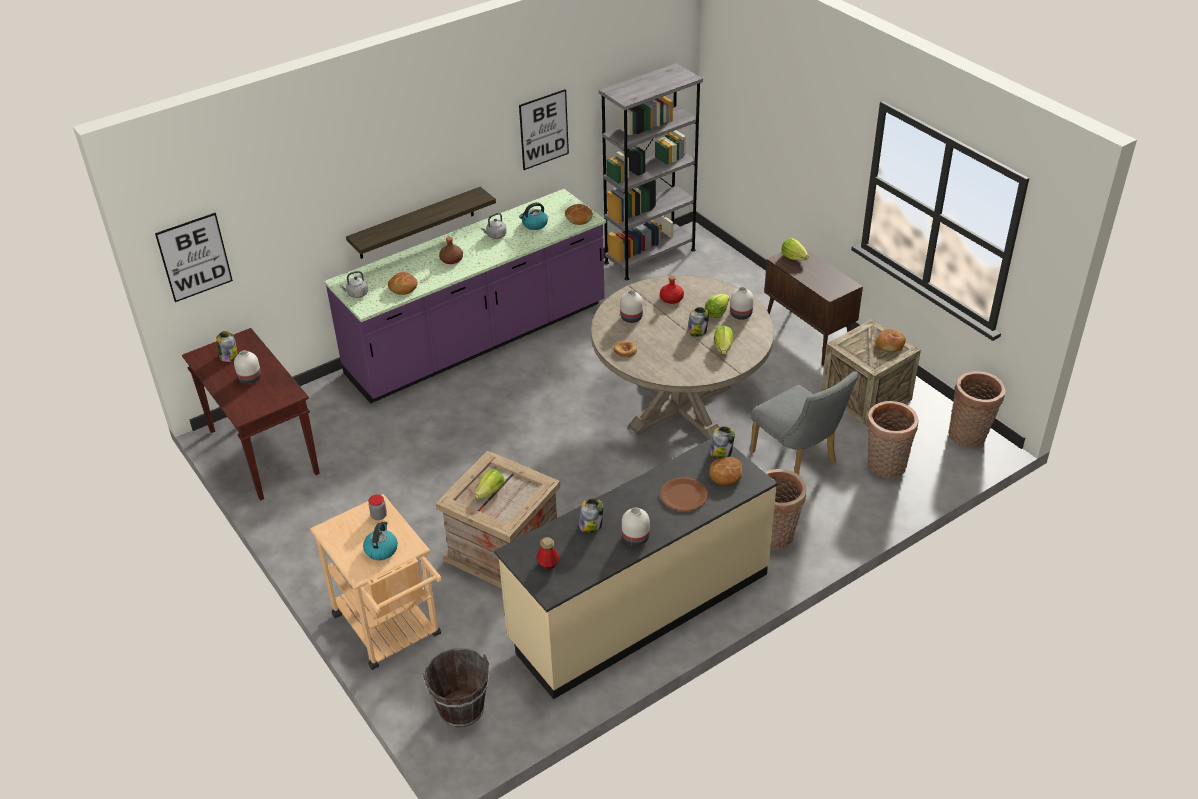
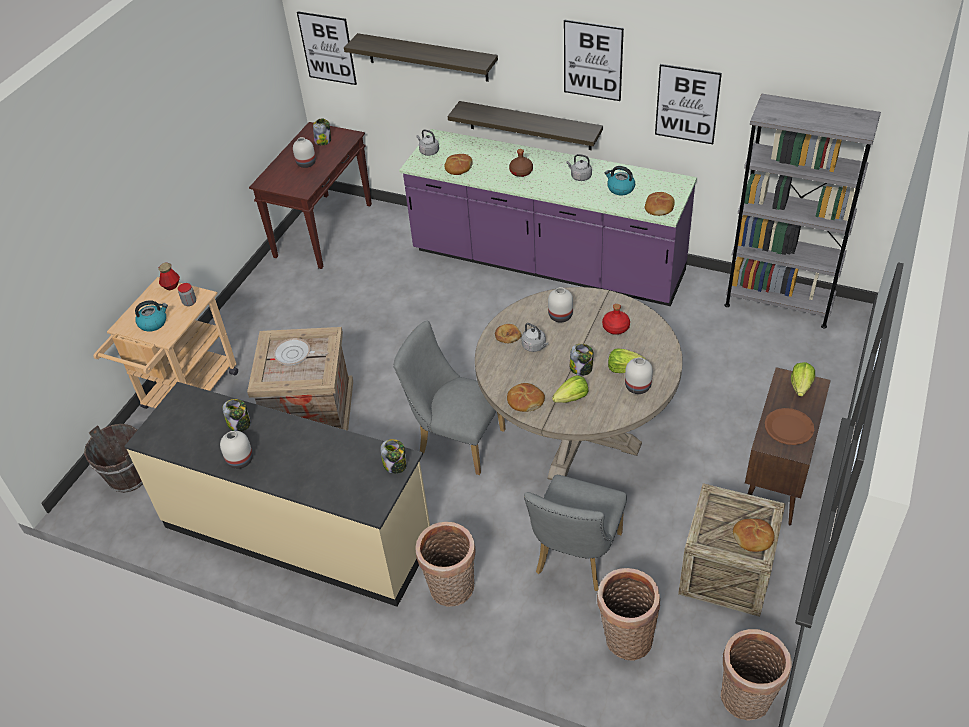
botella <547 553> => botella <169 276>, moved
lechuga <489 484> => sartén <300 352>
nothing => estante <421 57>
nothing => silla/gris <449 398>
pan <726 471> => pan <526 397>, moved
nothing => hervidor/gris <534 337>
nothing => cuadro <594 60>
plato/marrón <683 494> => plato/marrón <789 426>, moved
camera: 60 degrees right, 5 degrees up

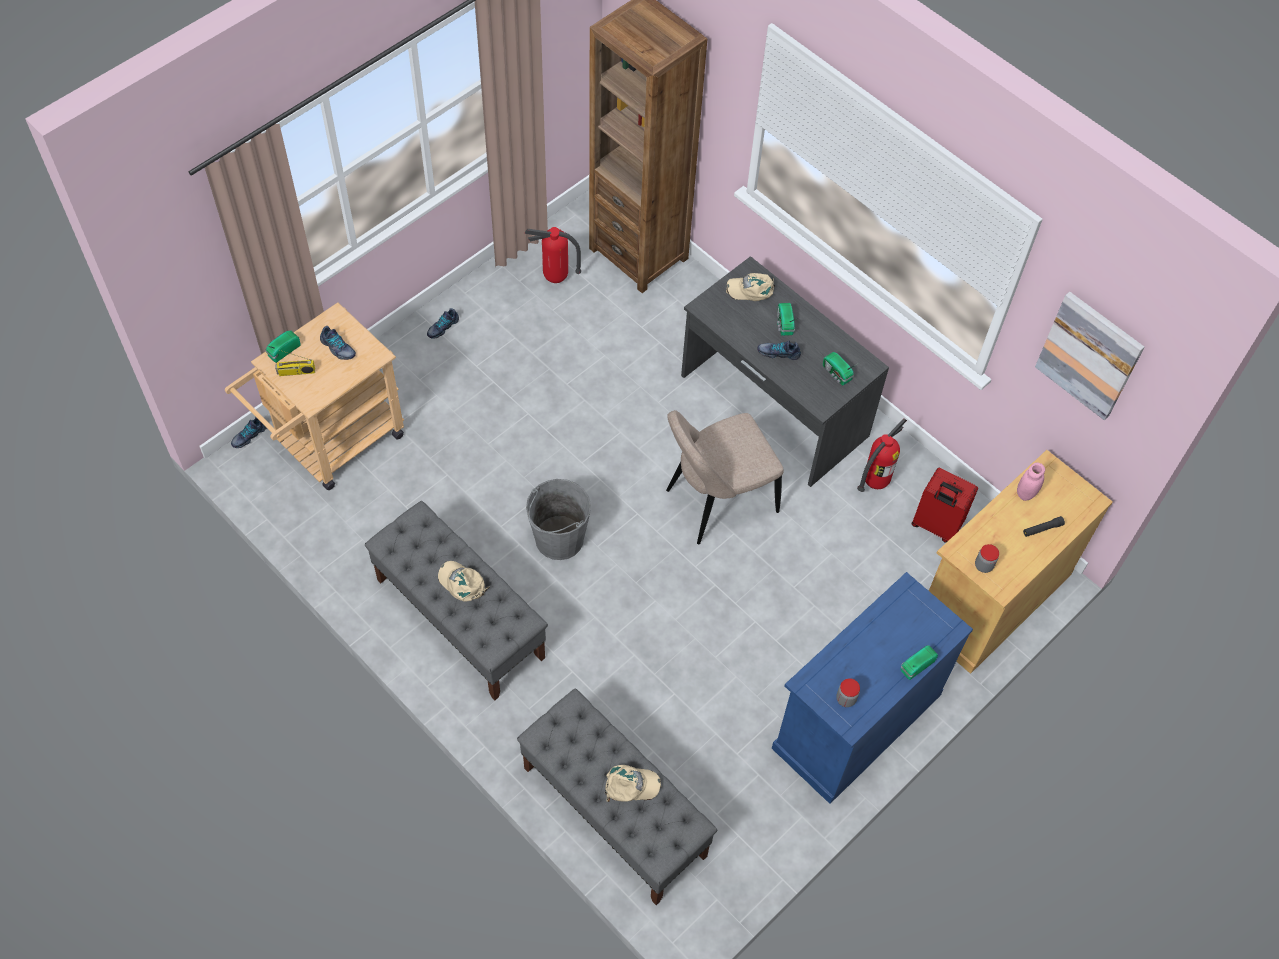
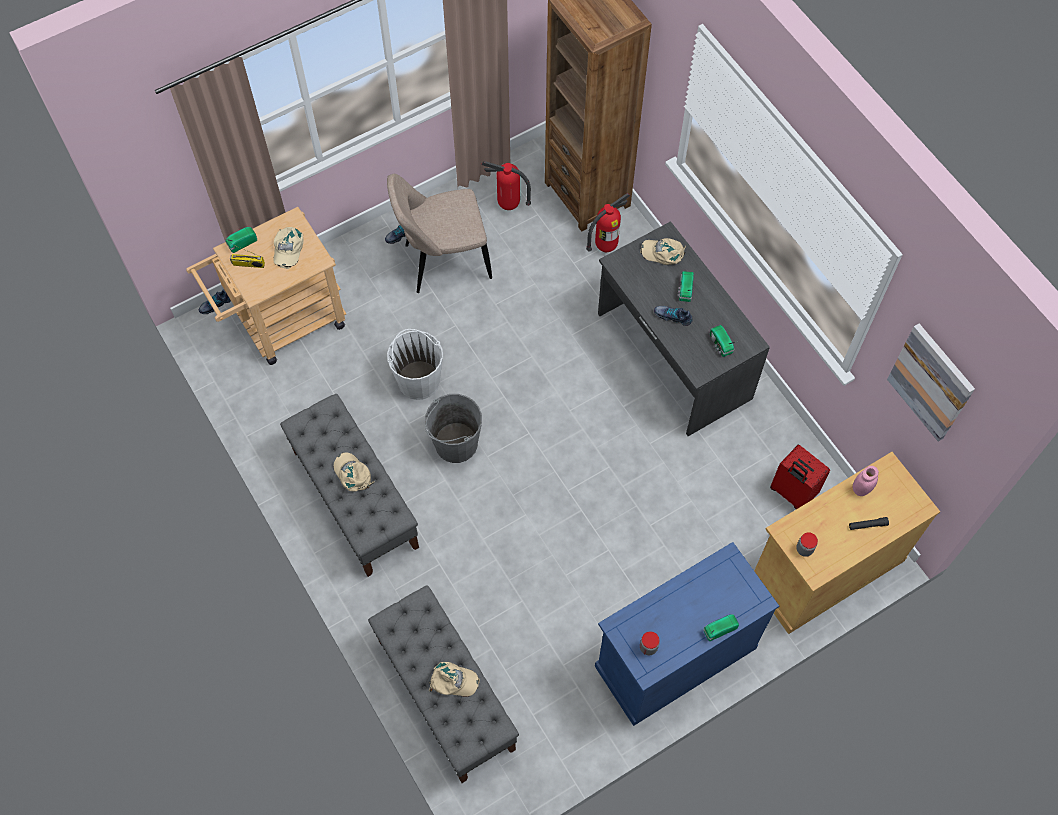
zapato <338 343> => gorra/beis <288 248>
silla/beis <725 477> => silla/beis <439 233>, moved
nothing => cubo/blanco <415 364>
extintor <882 455> => extintor <608 222>, moved
camera: 15 degrees right, 5 degrees up

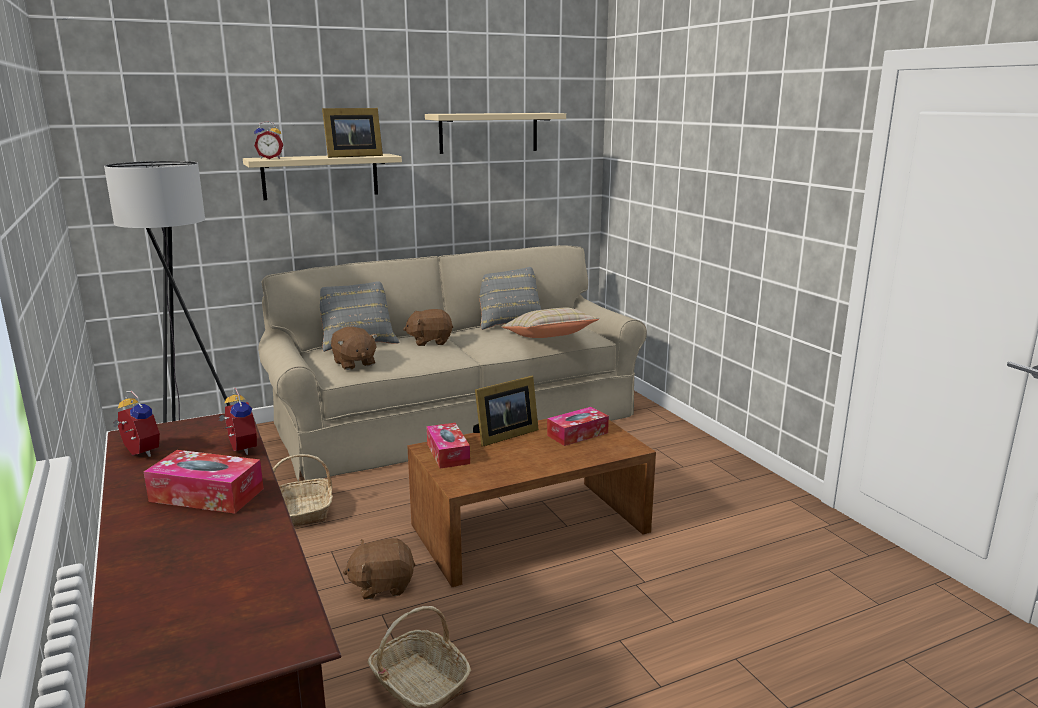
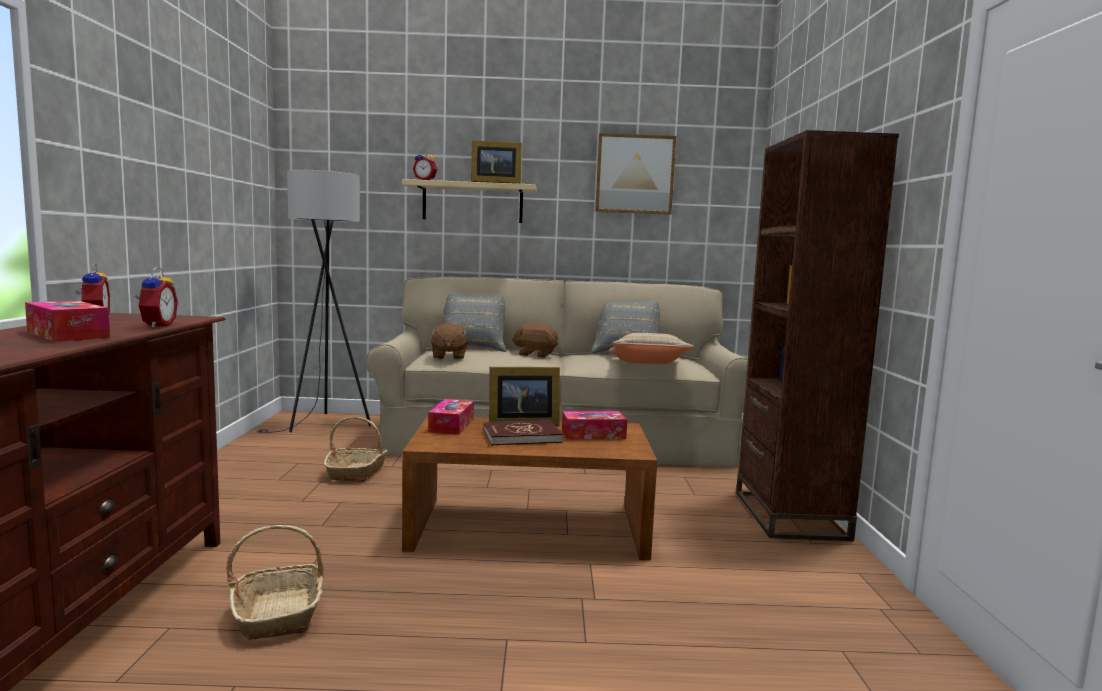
nothing => libro/rojo <523 432>
estante/beis <495 133> => cuadro <635 174>
nothing => estantería/marrón <817 335>
peluche/marrón <379 568> => nothing
camera: 25 degrees right, 10 degrees down

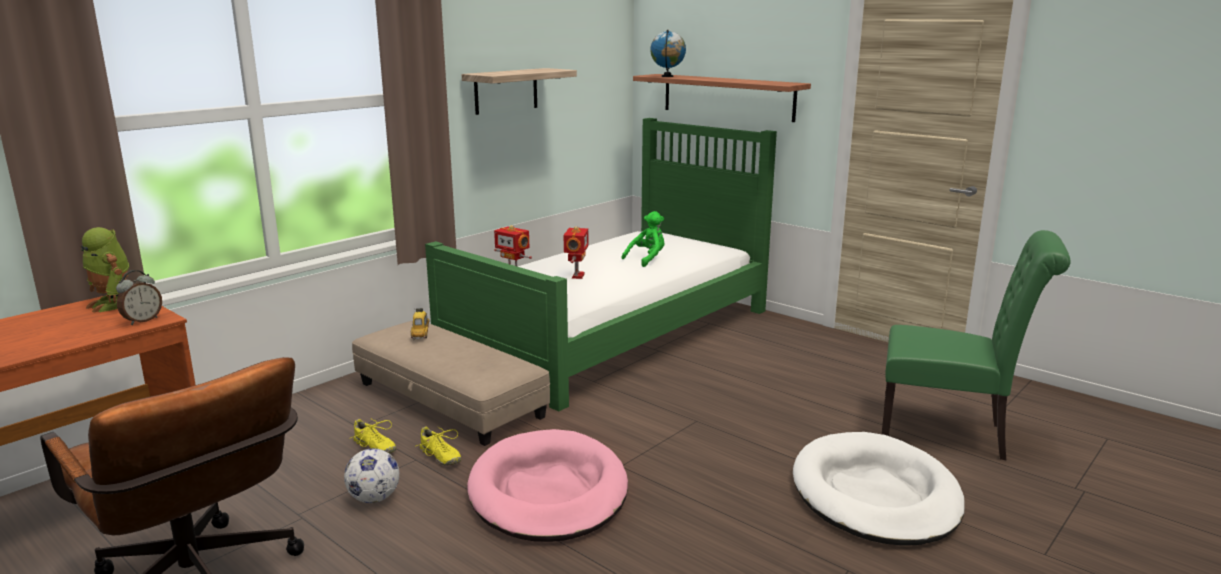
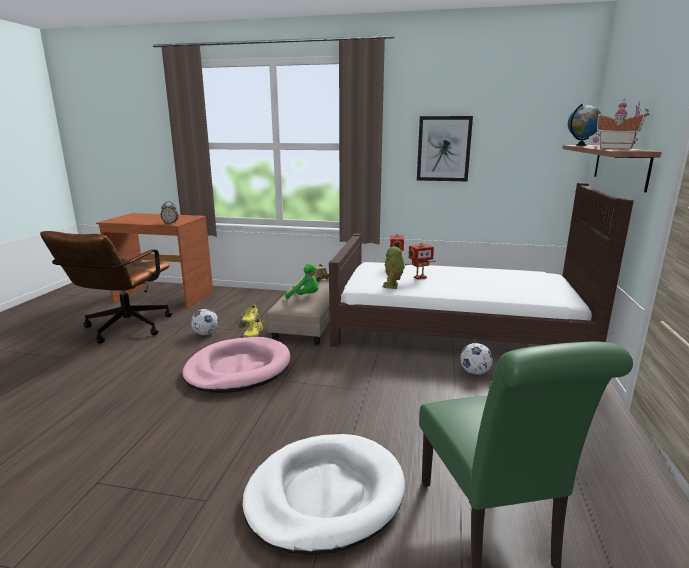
peluche/verde <643 239> => peluche/verde <301 281>, moved
cama/verde <601 264> => cama/marrón <481 265>
robot de juguete <105 270> => robot de juguete <393 267>, moved
estante <519 91> => cuadro <445 149>
nothing => balón de fútbol <476 359>
nothing => casita <621 124>
camera: 60 degrees right, 0 degrees up

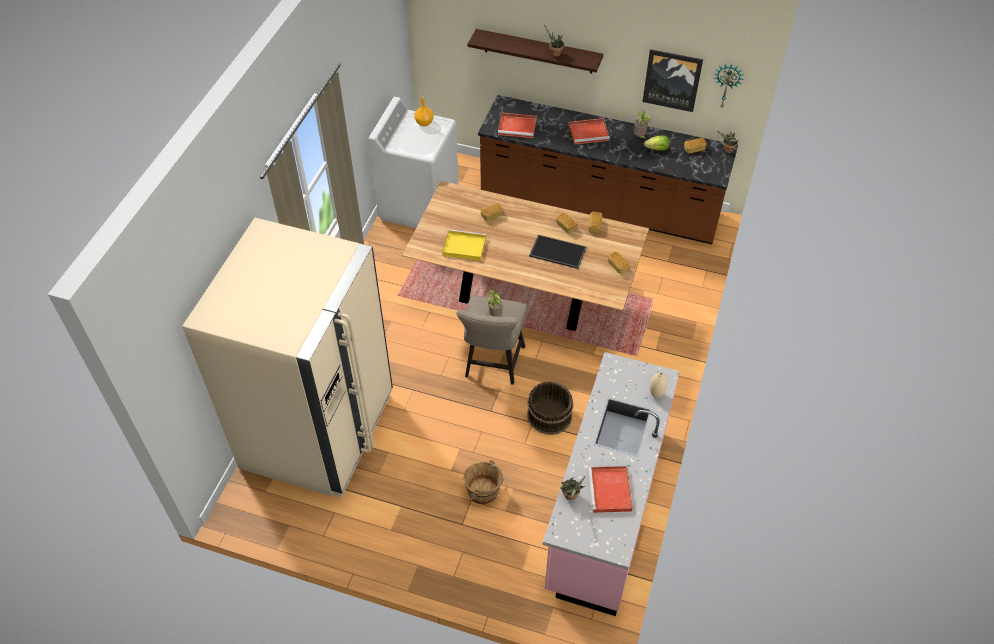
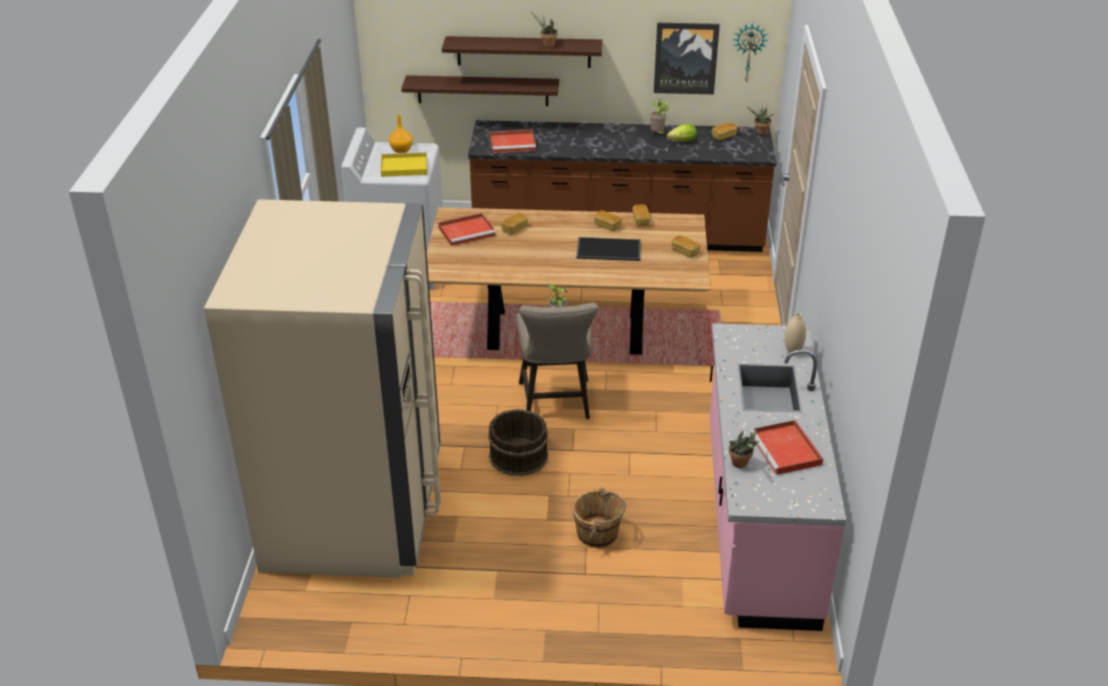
bandeja/amarillo <464 245> => bandeja/amarillo <404 164>, moved
nothing => estante <480 90>
bandeja/rojo <589 131> => bandeja/rojo <467 229>, moved
cubo/marrón <550 408> => cubo/marrón <518 442>, moved
camera: 15 degrees left, 15 degrees down

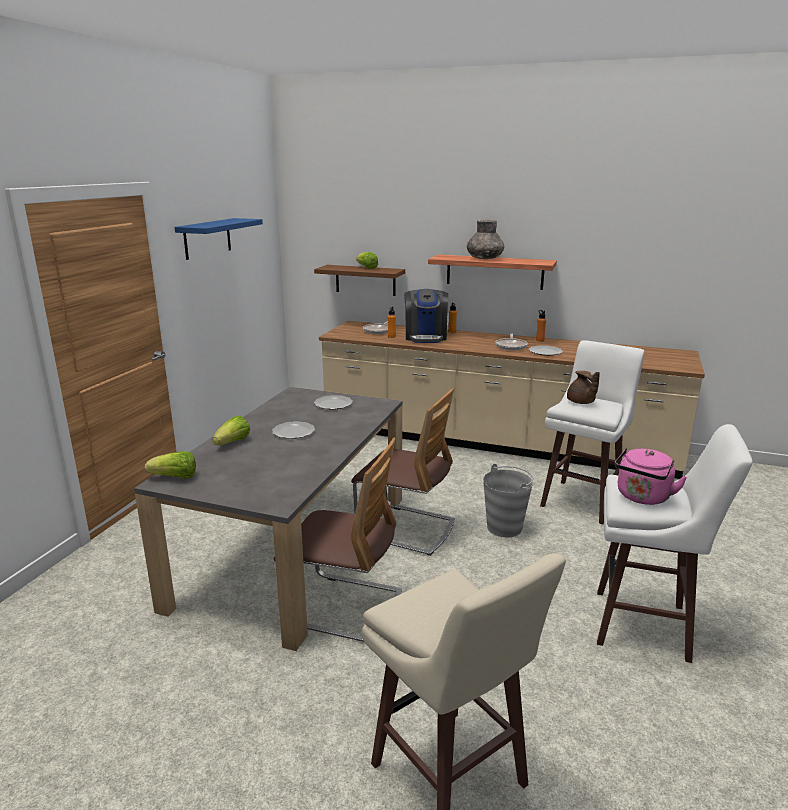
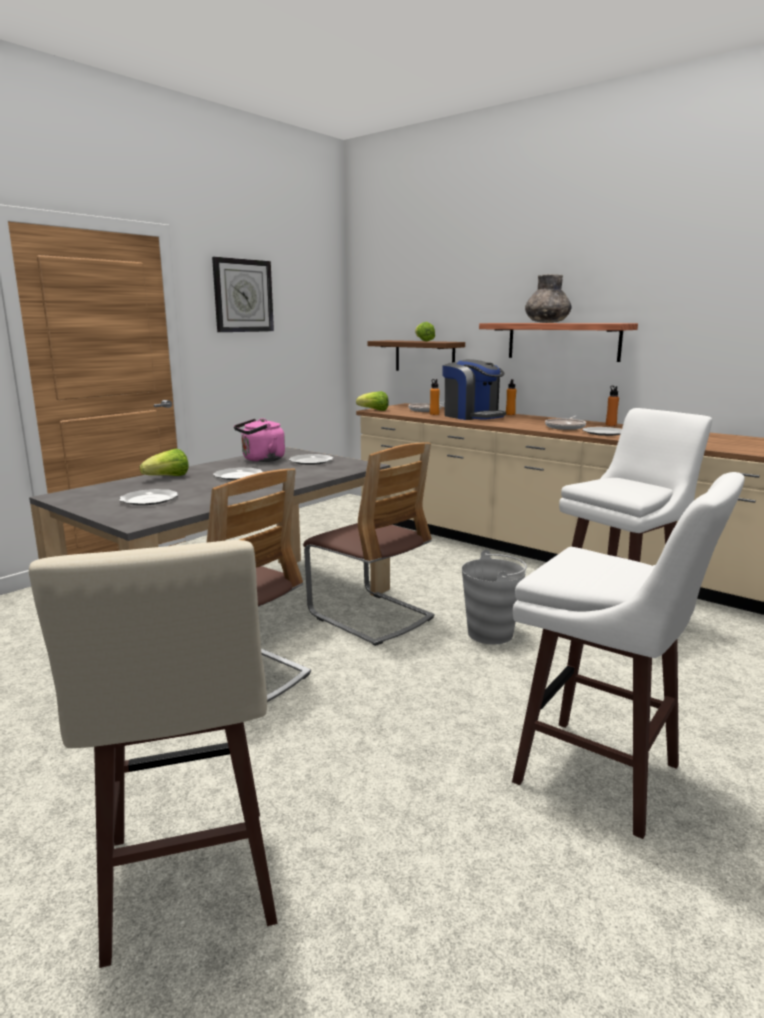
nothing => plato <149 497>
estante/azul <219 239> => reloj de pared <243 294>
hervidor/rosa <651 476> => hervidor/rosa <259 440>, moved
lechuga <170 465> => lechuga <372 401>, moved
cafetera <426 316> => cafetera <474 389>, 60 degrees counterclockwise
tetera/marrón <583 387> => nothing
camera: 20 degrees right, 5 degrees down

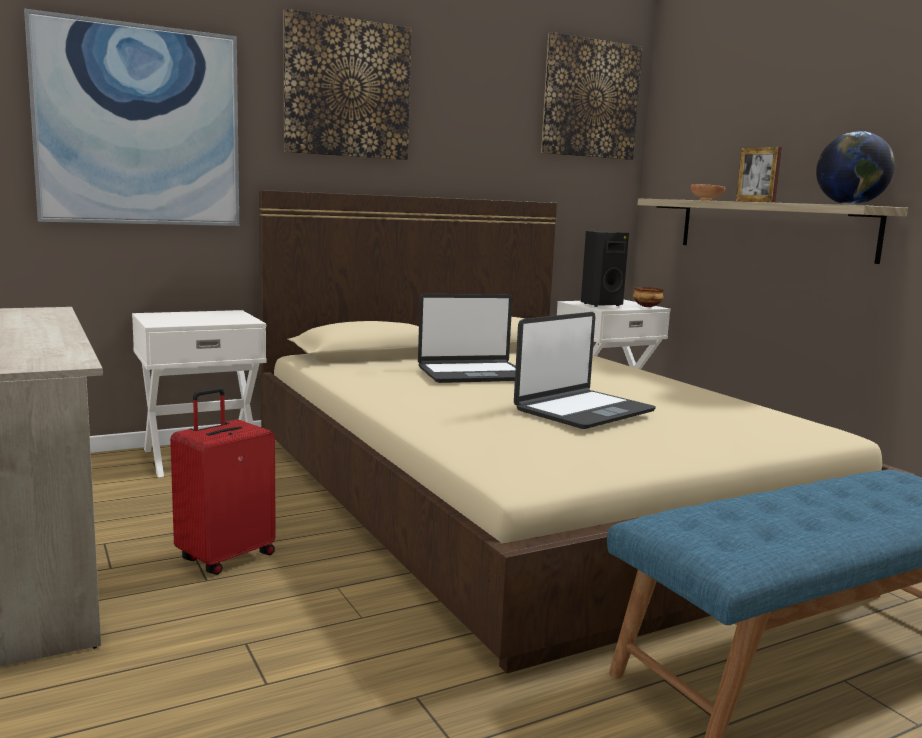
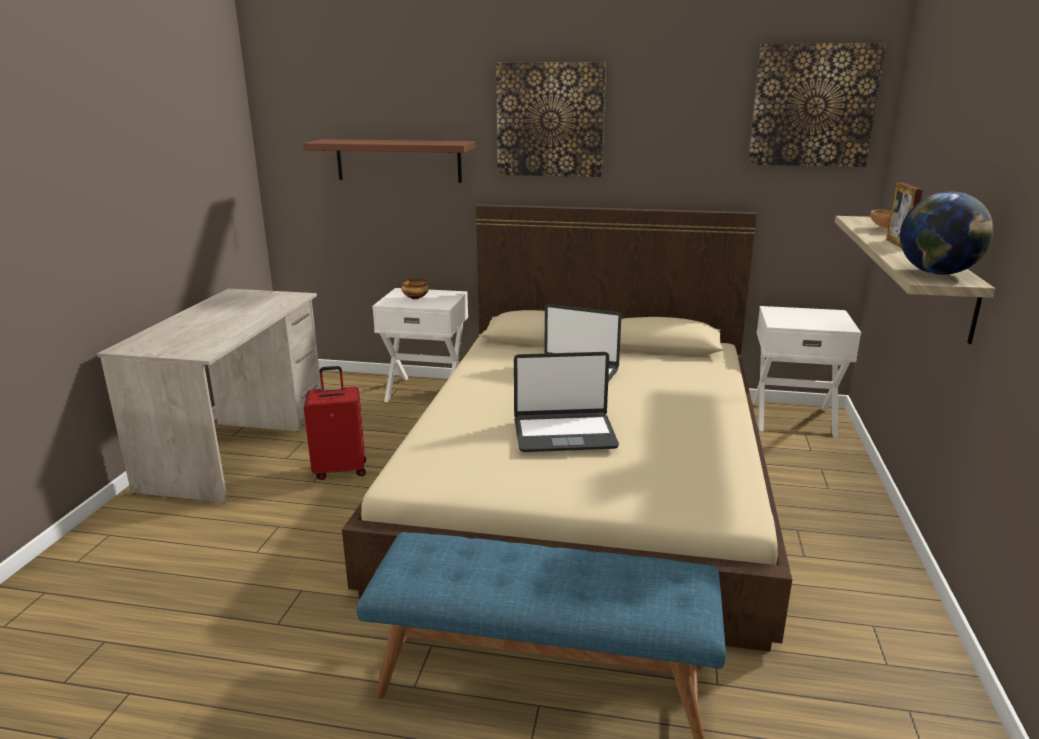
cuadro <131 117> => estante/marrón <389 161>
cuenco <648 297> => cuenco <415 289>, moved
altavoz/negro <605 269> => nothing
camera: 40 degrees right, 10 degrees up

